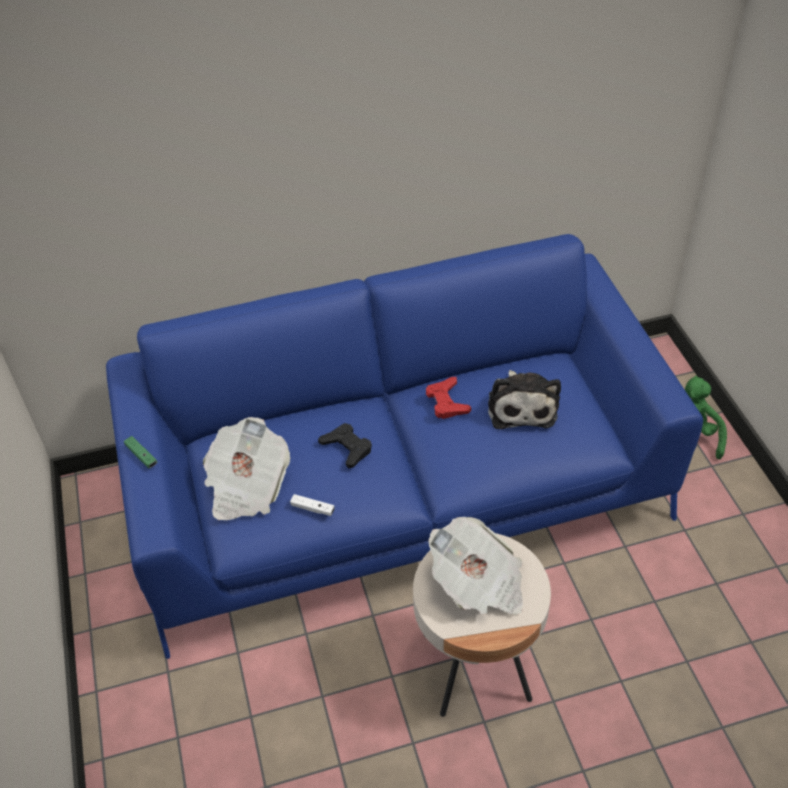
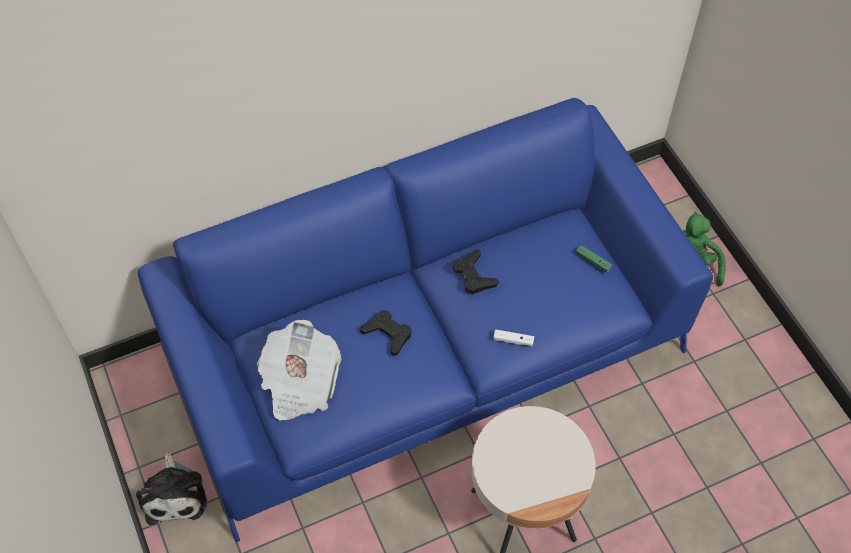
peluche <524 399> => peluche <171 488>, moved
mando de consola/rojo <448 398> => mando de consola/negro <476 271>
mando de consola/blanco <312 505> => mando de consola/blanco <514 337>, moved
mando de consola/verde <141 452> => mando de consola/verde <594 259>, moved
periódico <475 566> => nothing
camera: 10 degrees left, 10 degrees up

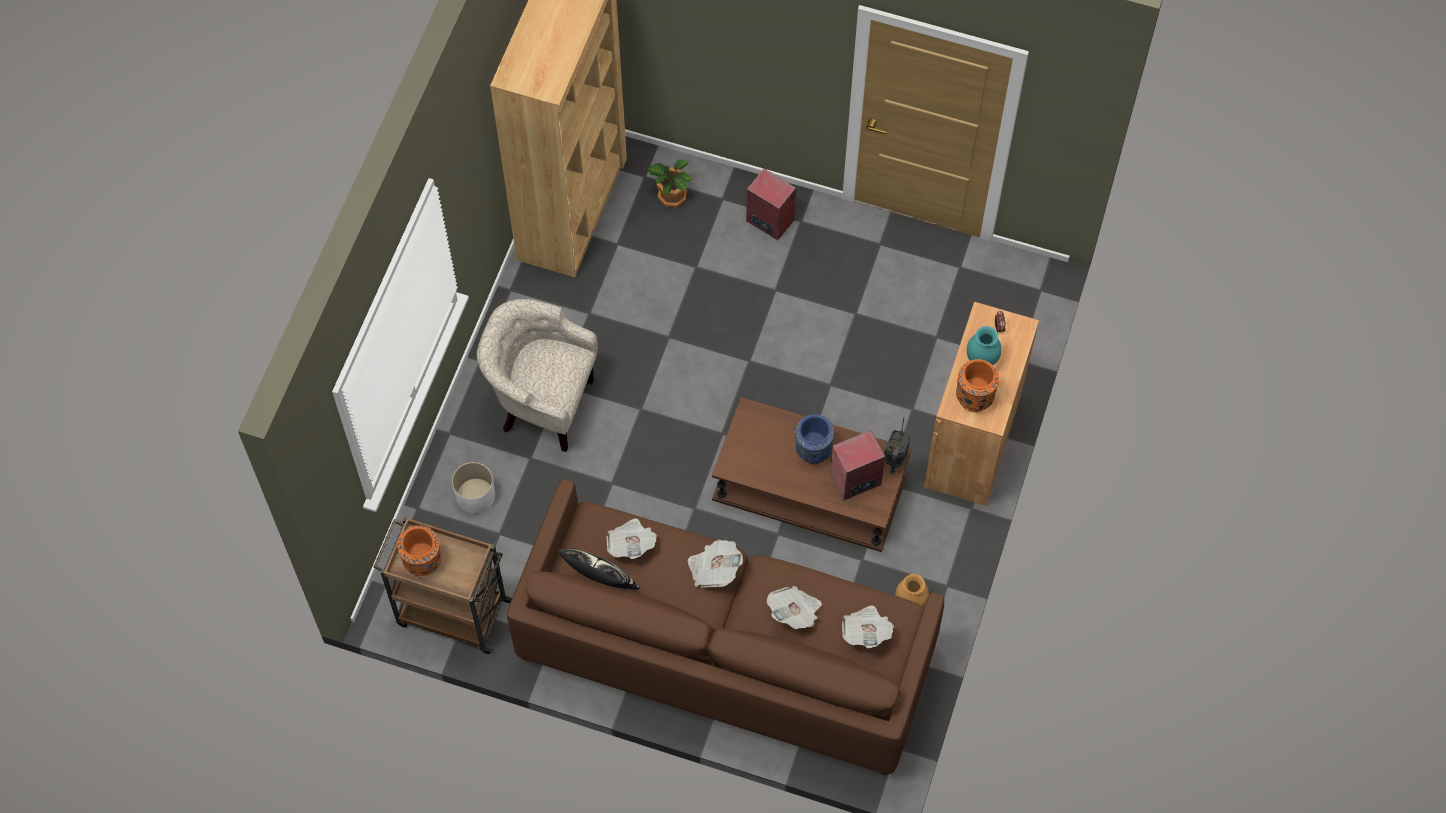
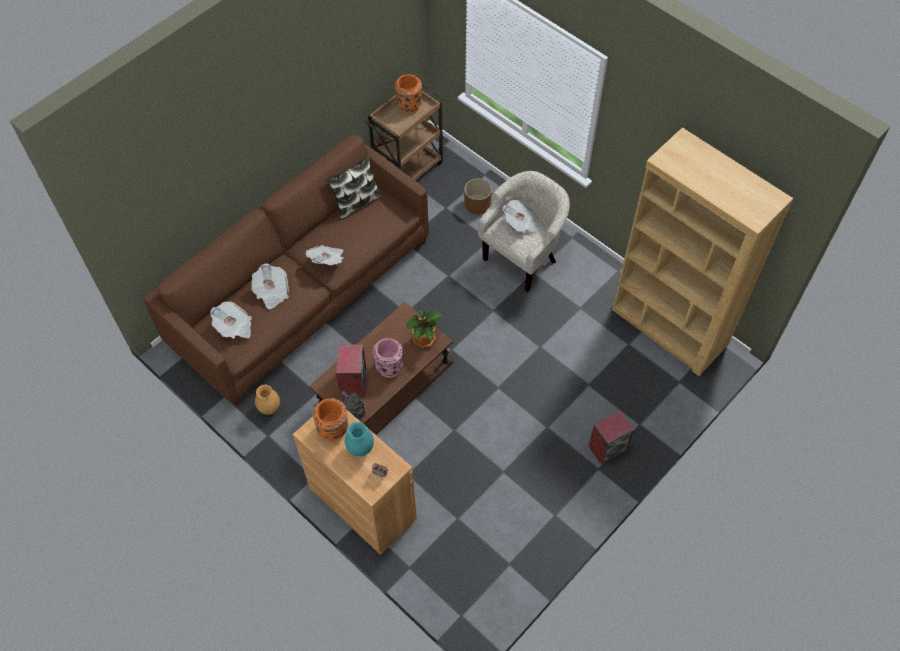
florero/azul <814 439> => florero/rosa <388 358>
planta en maceta <670 183> => planta en maceta <424 329>, moved
maceta/blanco <473 488> => maceta/marrón <478 197>
periódico <632 539> => periódico <521 216>, moved
camera: 115 degrees right, 5 degrees down

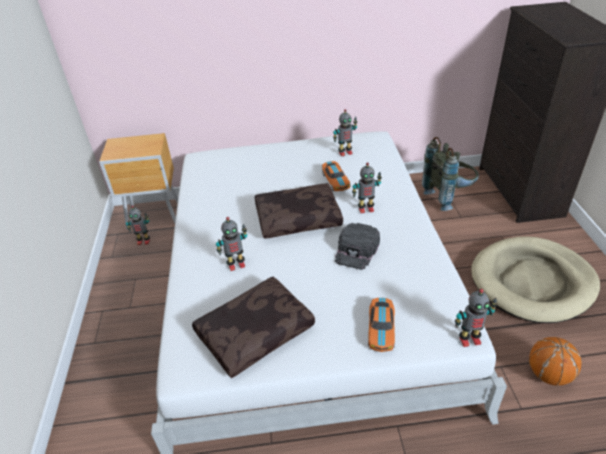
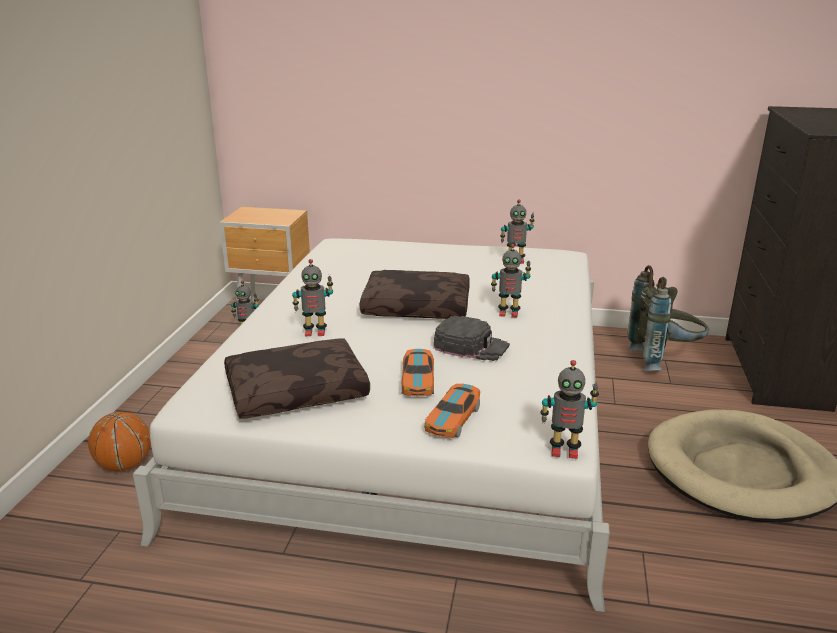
balón de baloncesto <555 361> => balón de baloncesto <119 441>, moved
coche de juguete <336 176> => coche de juguete <417 373>, moved
gorra/negro <357 246> => gorra/negro <472 338>, 105 degrees counterclockwise
camera: 15 degrees right, 15 degrees down

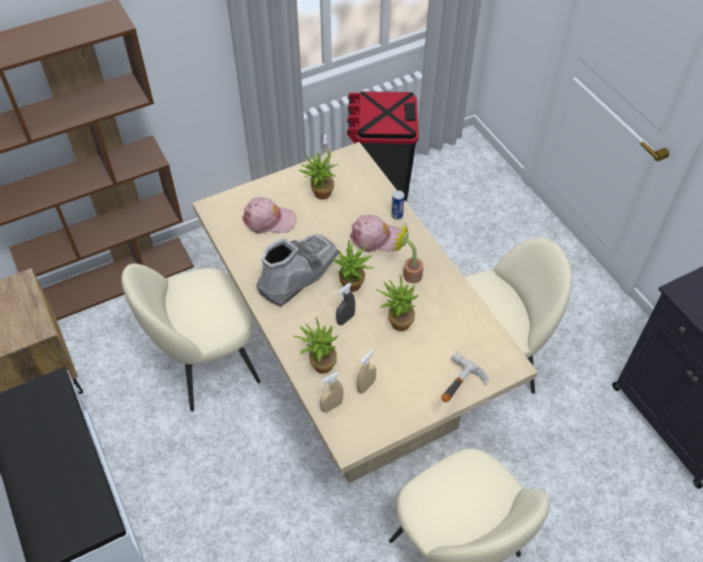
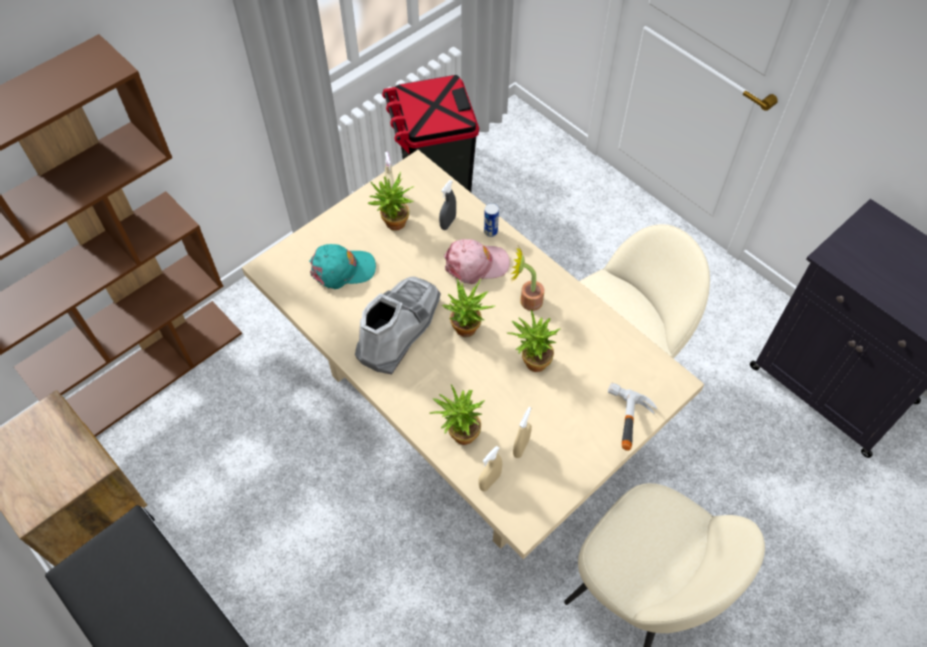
gorra/rosa <269 215> => gorra/turquesa <342 266>
pulverizador/gris <345 304> => pulverizador/gris <447 205>, moved
silla/beis <191 338> => nothing
camera: 15 degrees left, 5 degrees up

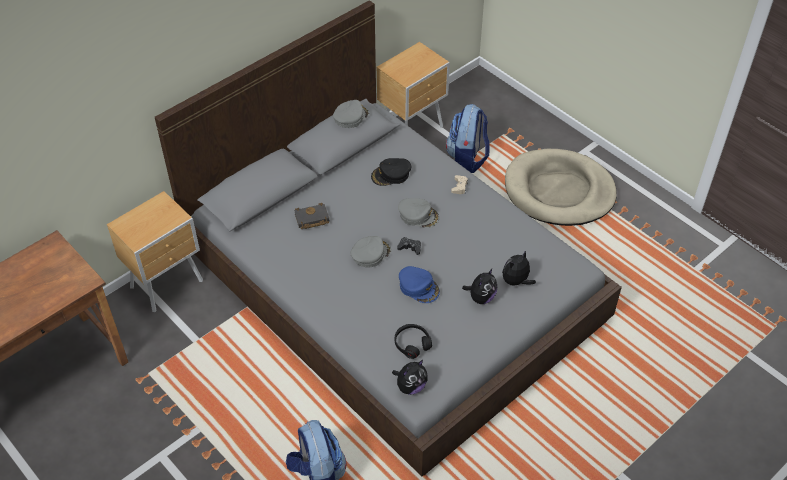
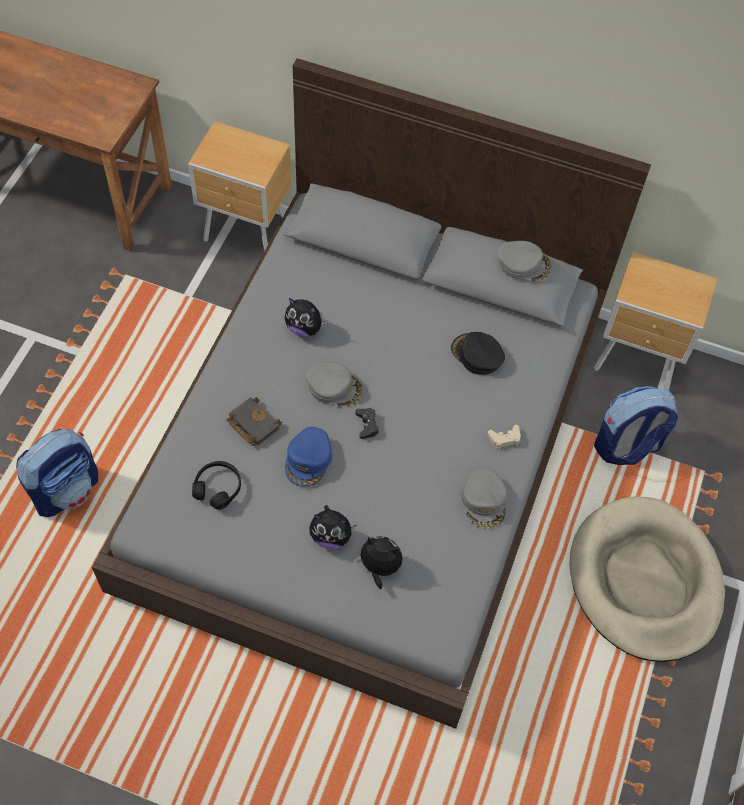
libro/negro <311 216> => libro/negro <254 421>, moved
peluche <410 377> => peluche <306 317>, moved
gorra/gris <418 213> => gorra/gris <484 498>, moved
camera: 60 degrees right, 10 degrees up

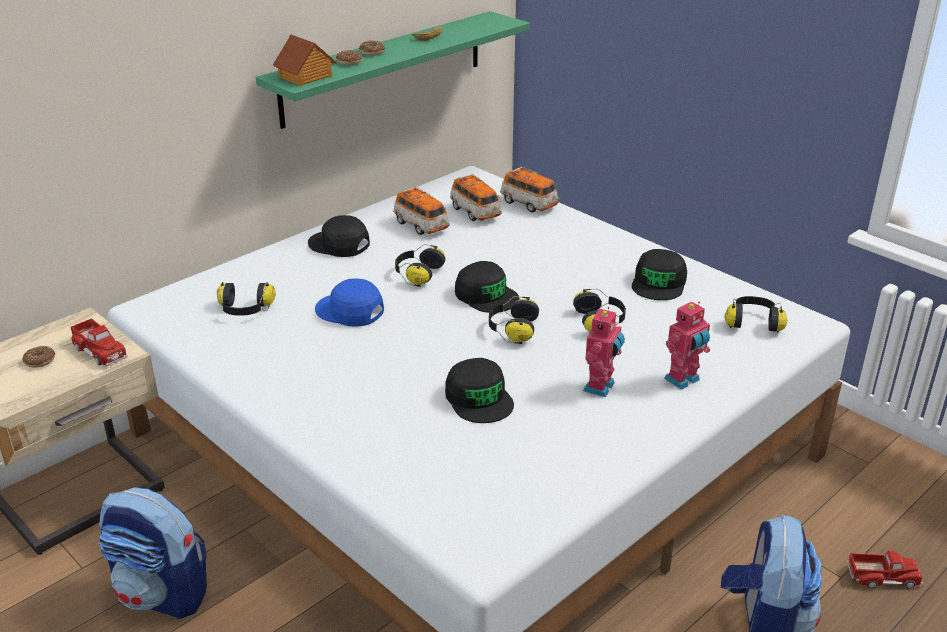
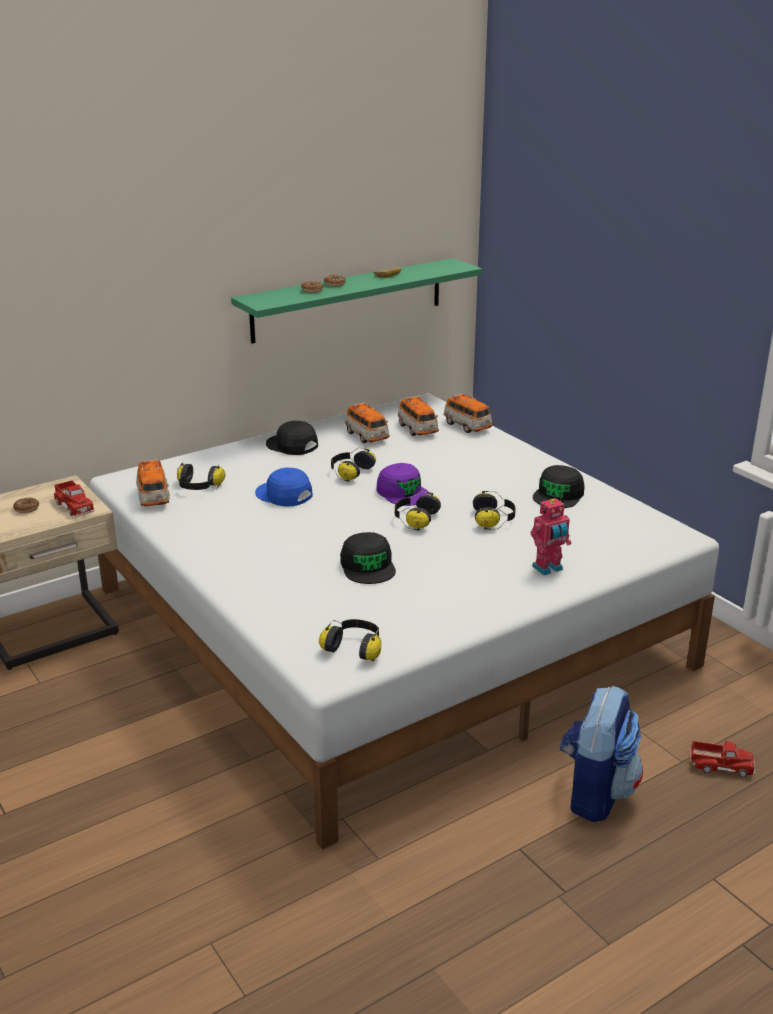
nothing => coche de juguete <153 483>
auriculares <756 314> => auriculares <350 640>, moved
gorra/negro <487 287> => gorra/morado <403 484>
mochila <153 553> => nothing
casita <305 60> => nothing
robot de juguete <604 352> => nothing
camera: 10 degrees right, 5 degrees down

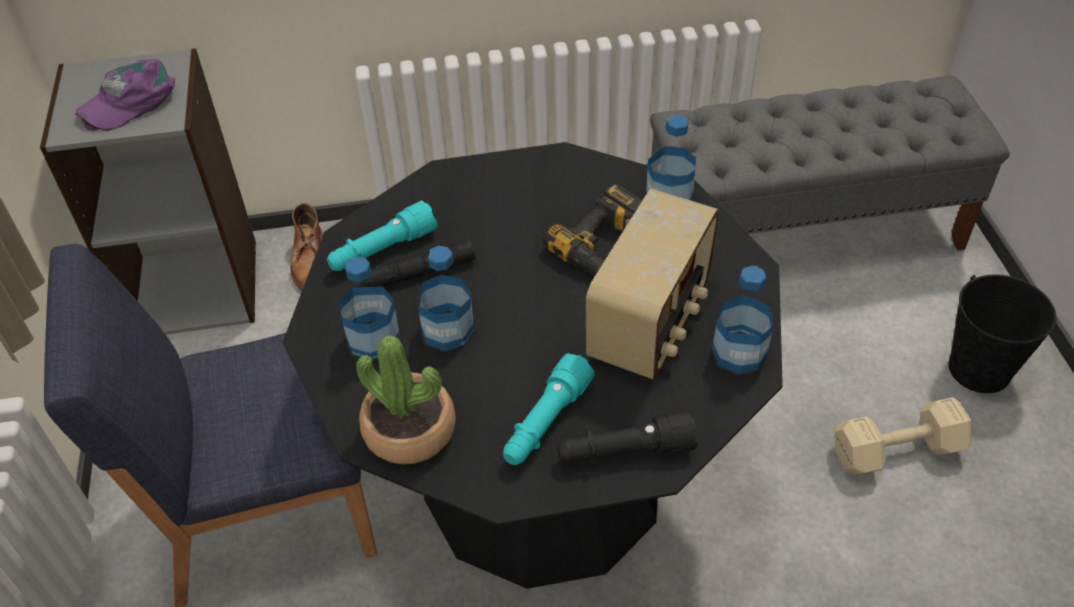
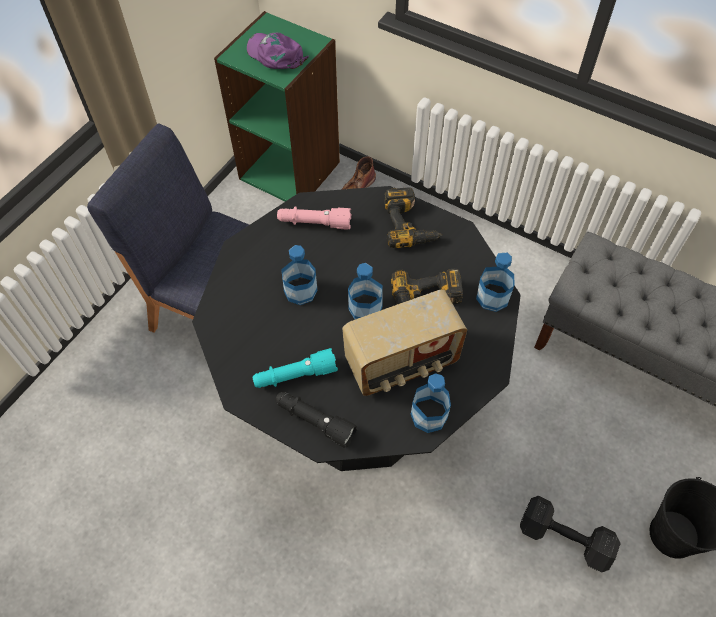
estantería/gris <148 191> => estantería/verde <277 106>
gorra/morado <125 95> => gorra/morado <278 51>, 45 degrees clockwise
linterna/turquesa <382 235> => linterna/rosa <314 218>
botella <369 309> => botella <365 291>, moved
nothing => taladro <413 217>
mancuerna/beis <903 436> => mancuerna/negro <570 534>
planta en maceta <406 400> => nothing
linterna/negro <418 264> => nothing
camera: 40 degrees right, 10 degrees up

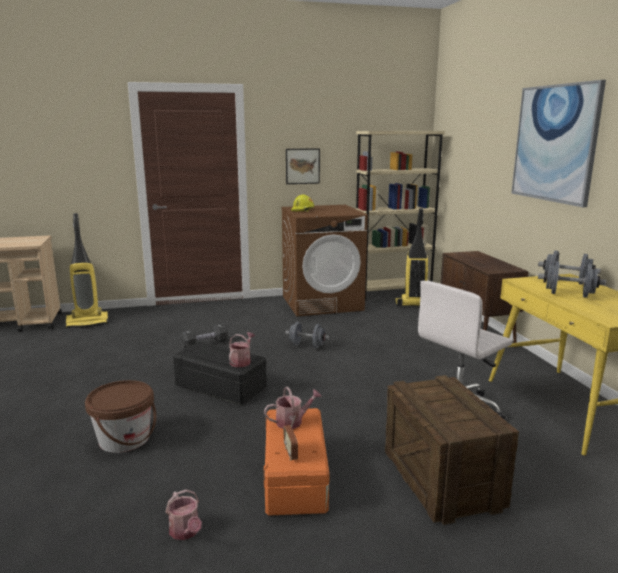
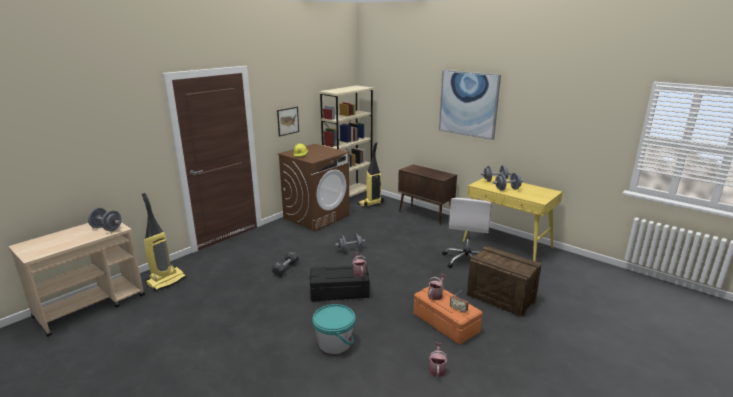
nothing => mancuerna/gris <105 219>
cubo/marrón <120 416> => cubo/turquesa <334 329>
regadera <183 514> => regadera <438 360>, 105 degrees counterclockwise
camera: 35 degrees left, 5 degrees up

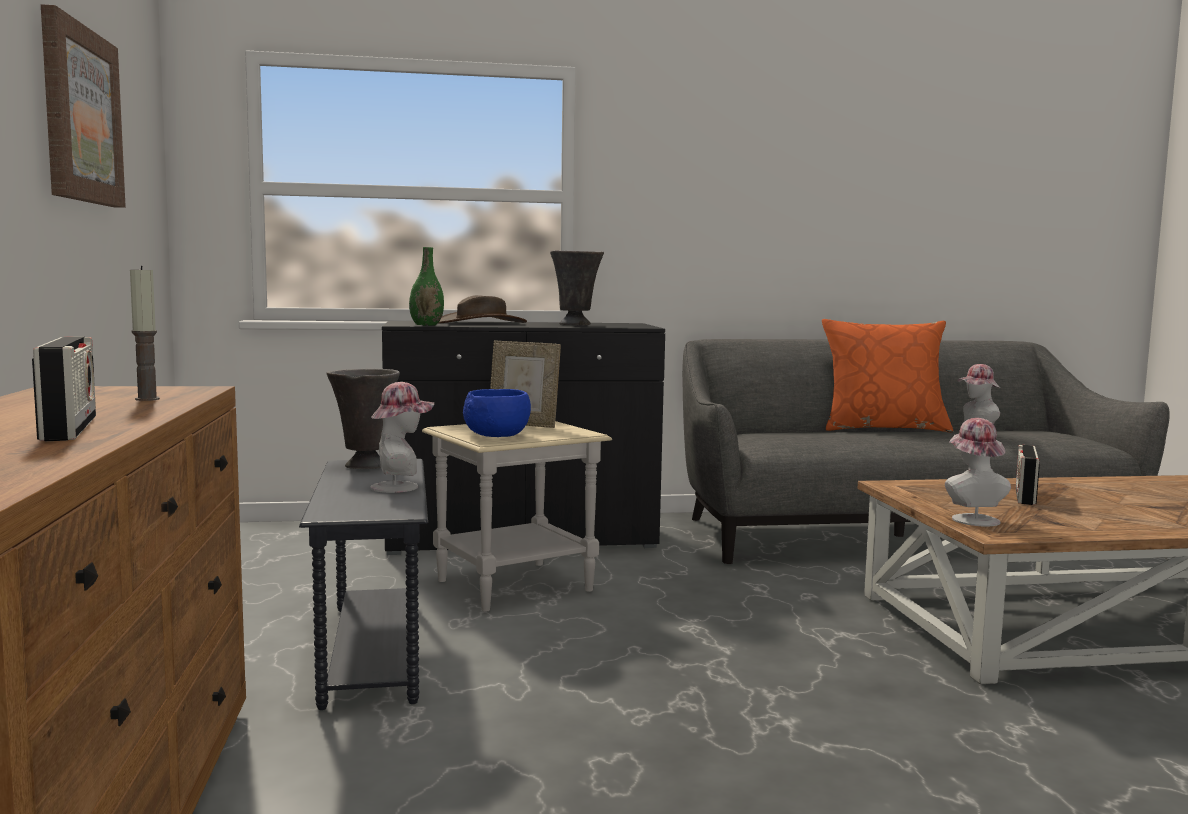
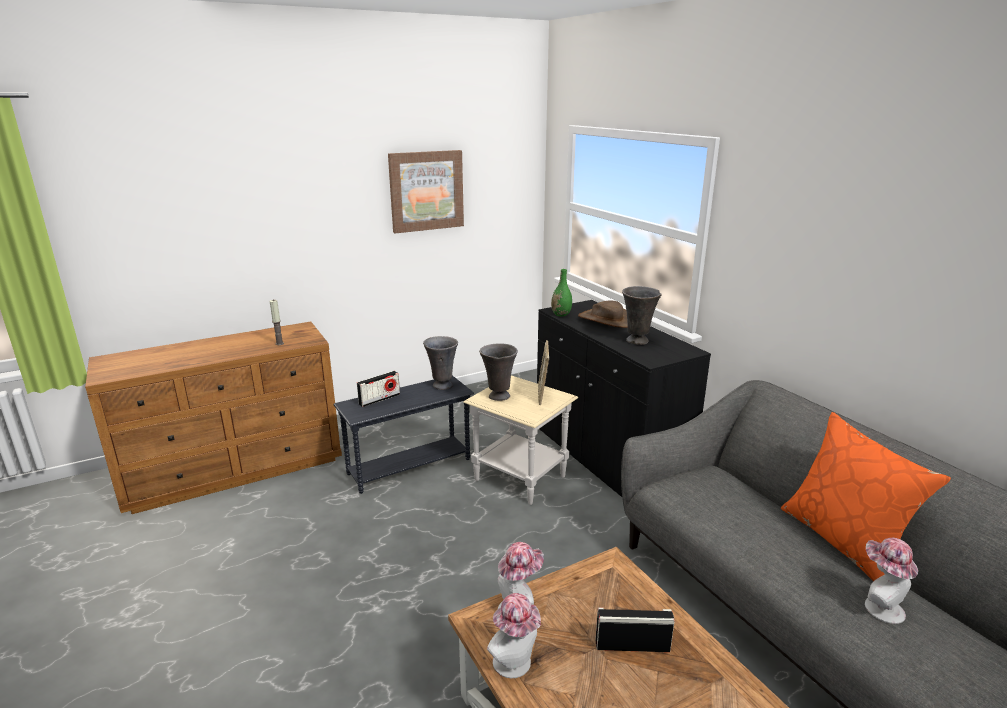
radio <64 389> => radio <378 389>, moved
cuenco/azul <497 413> => florero/gris <498 372>
sombrero <402 437> => sombrero <514 635>, moved
camera: 70 degrees right, 15 degrees up

